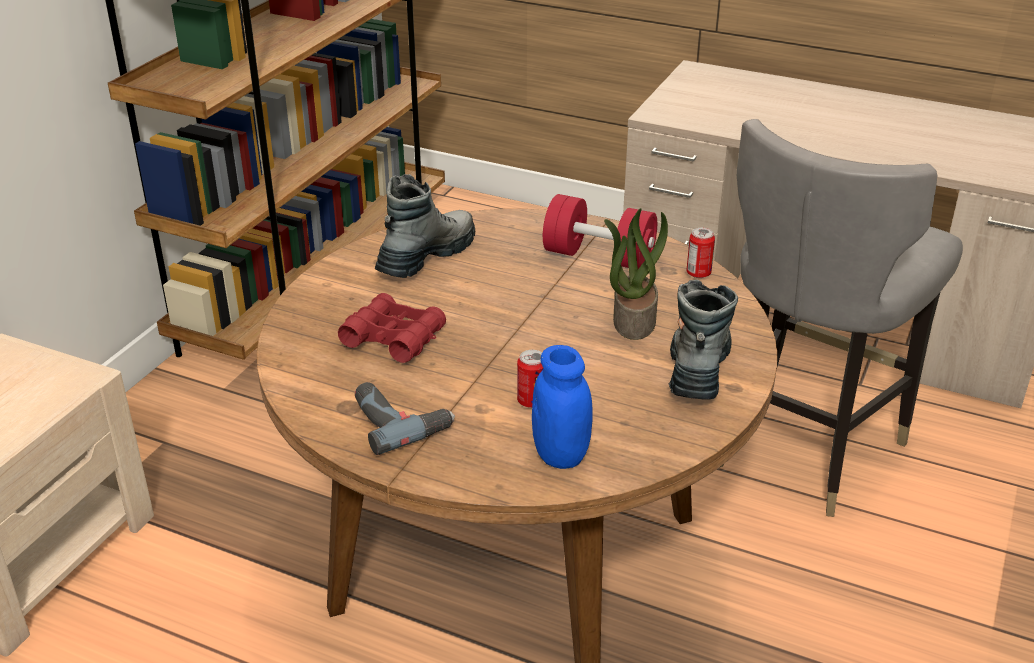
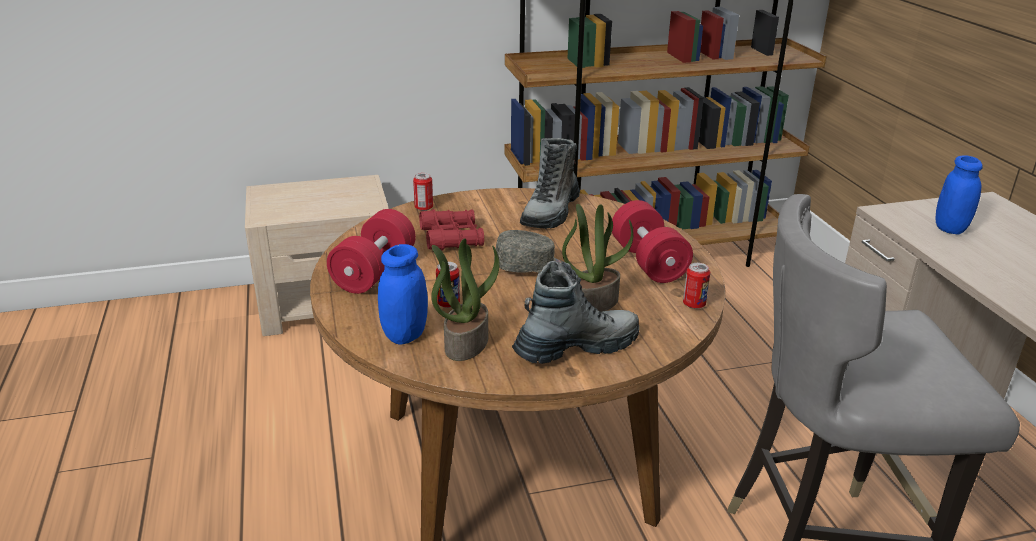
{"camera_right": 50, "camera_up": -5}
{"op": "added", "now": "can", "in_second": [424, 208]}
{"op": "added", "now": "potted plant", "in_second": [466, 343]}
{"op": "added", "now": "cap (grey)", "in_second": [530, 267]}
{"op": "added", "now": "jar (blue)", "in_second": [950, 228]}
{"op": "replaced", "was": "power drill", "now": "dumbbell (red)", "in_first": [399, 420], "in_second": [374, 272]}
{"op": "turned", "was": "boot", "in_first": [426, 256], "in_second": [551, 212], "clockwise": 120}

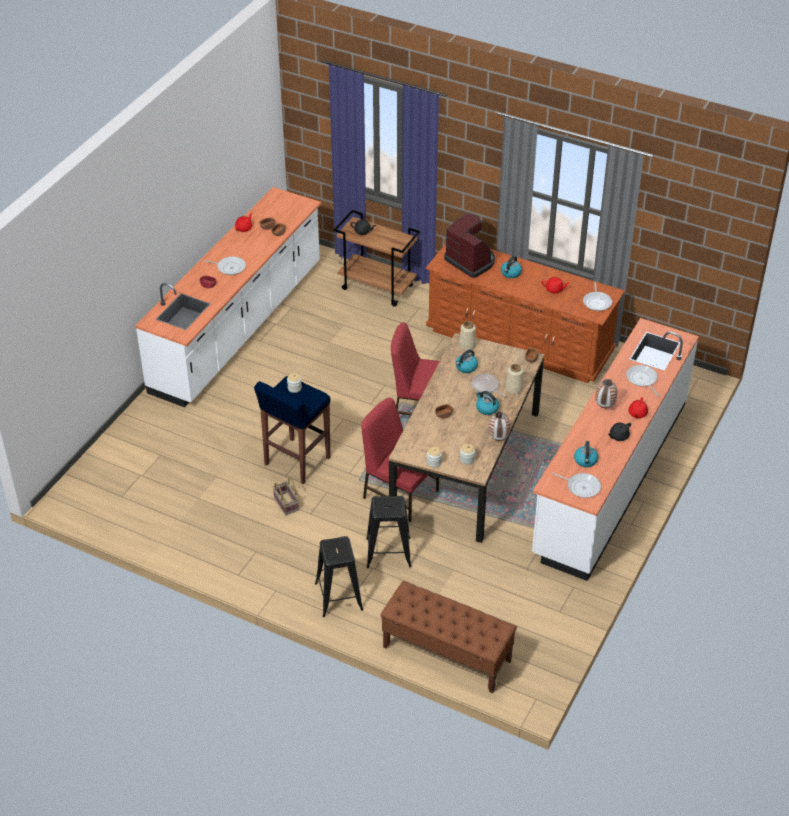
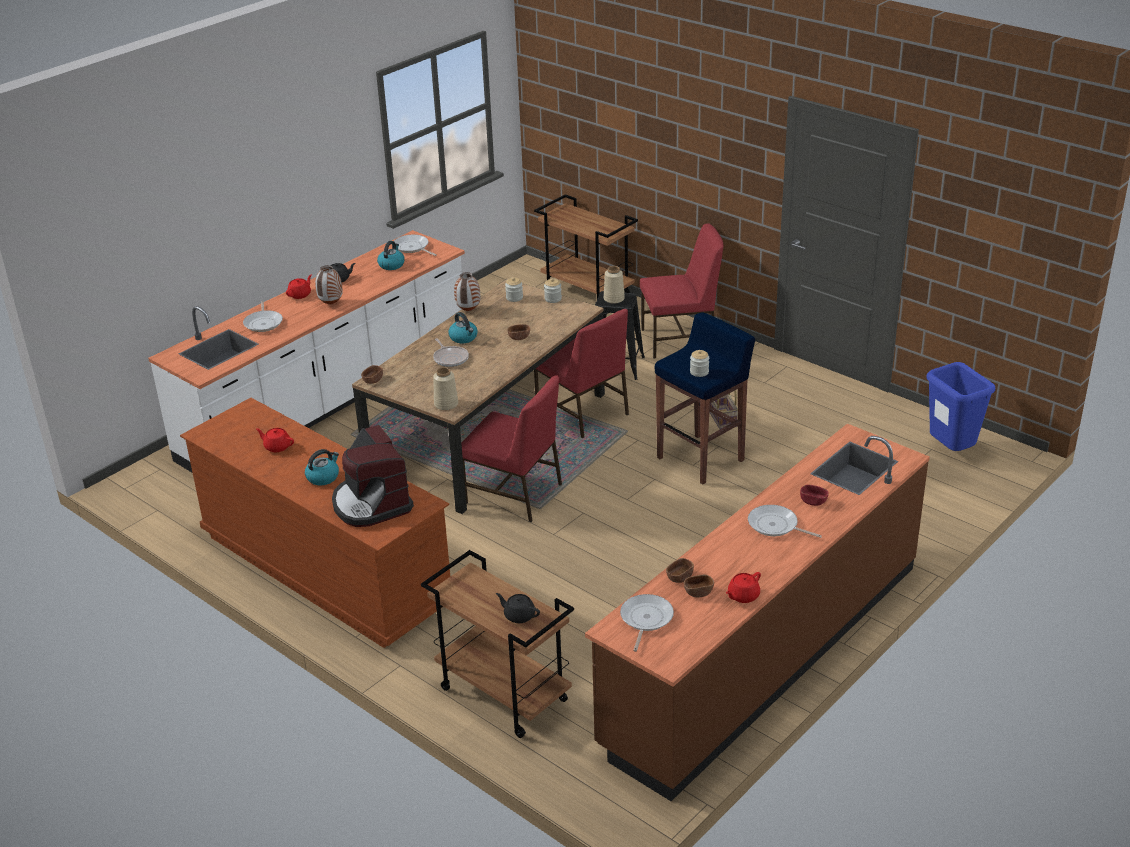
{"camera_right": -165, "camera_up": -10}
{"op": "removed", "was": "kettle", "in_first": [466, 367]}
{"op": "added", "now": "trash can (blue)", "in_second": [951, 452]}
{"op": "moved", "was": "vase (beige)", "in_first": [513, 388], "in_second": [614, 299]}
{"op": "moved", "was": "frying pan", "in_first": [597, 302], "in_second": [645, 619]}
{"op": "replaced", "was": "stool (black)", "now": "chair (red)", "in_first": [338, 596], "in_second": [680, 340]}
{"op": "replaced", "was": "bench (brown)", "now": "cart (brown)", "in_first": [446, 654], "in_second": [588, 294]}
{"op": "recoloured", "was": "counter (white)", "now": "counter (brown)", "in_first": [238, 328], "in_second": [763, 653]}

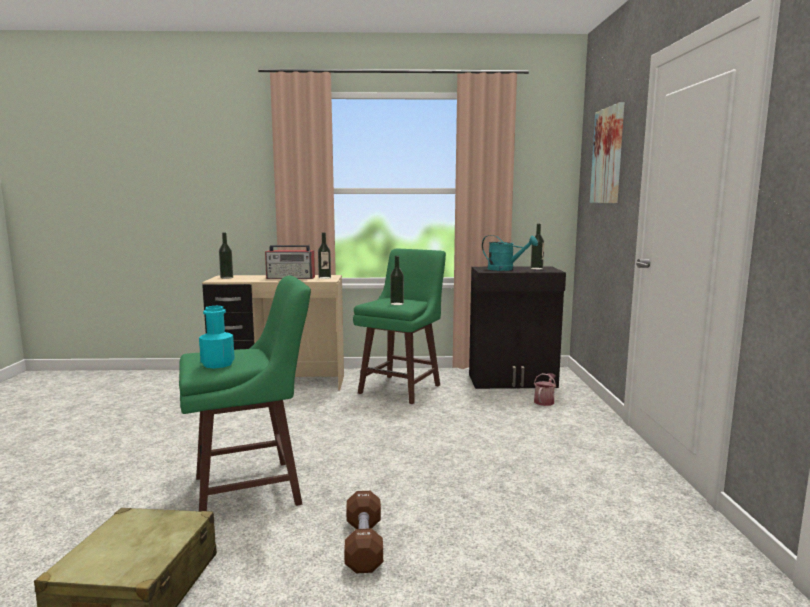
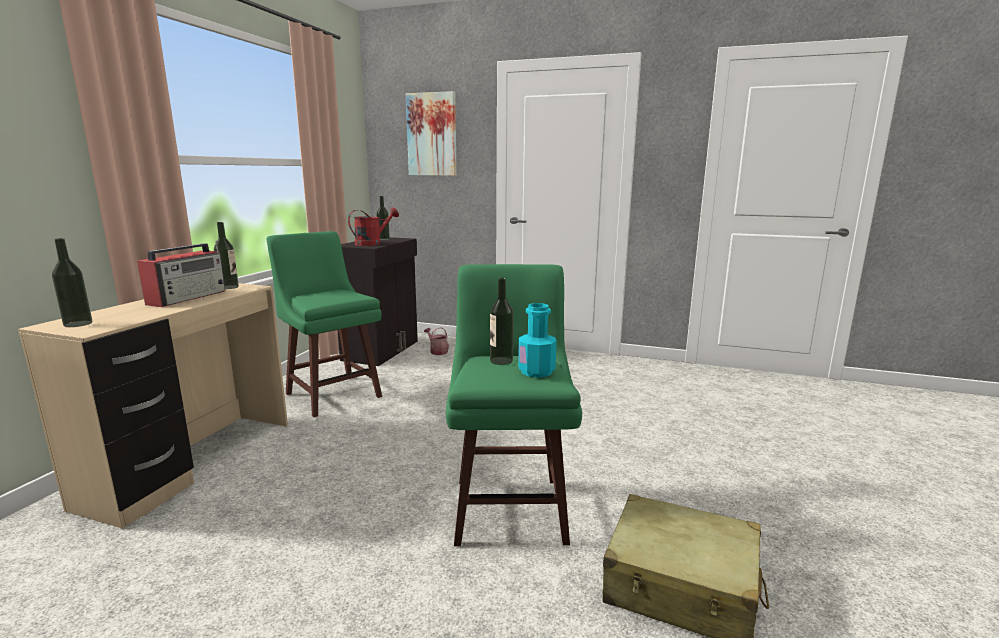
{"camera_right": -70, "camera_up": 5}
{"op": "removed", "was": "dumbbell (brown)", "in_first": [364, 545]}
{"op": "moved", "was": "bottle", "in_first": [397, 304], "in_second": [501, 361]}
{"op": "recoloured", "was": "watering can (turquoise)", "now": "watering can (red)", "in_first": [505, 269], "in_second": [372, 243]}

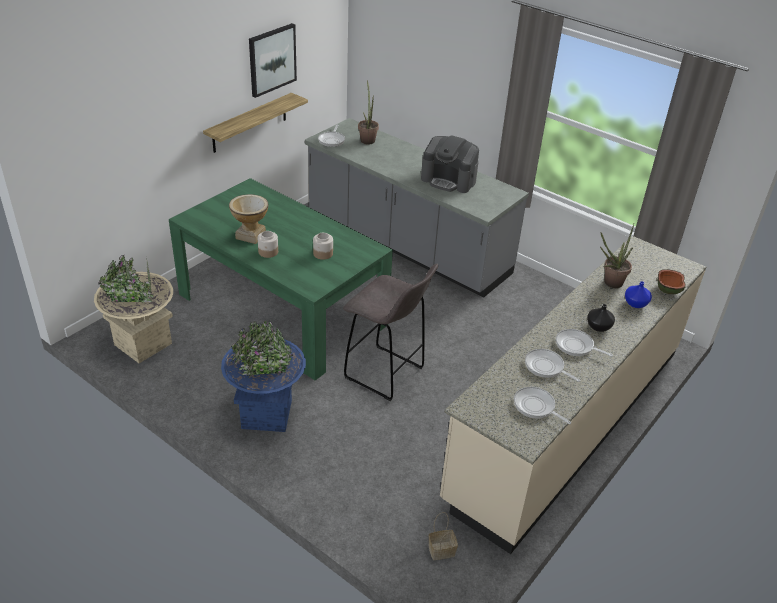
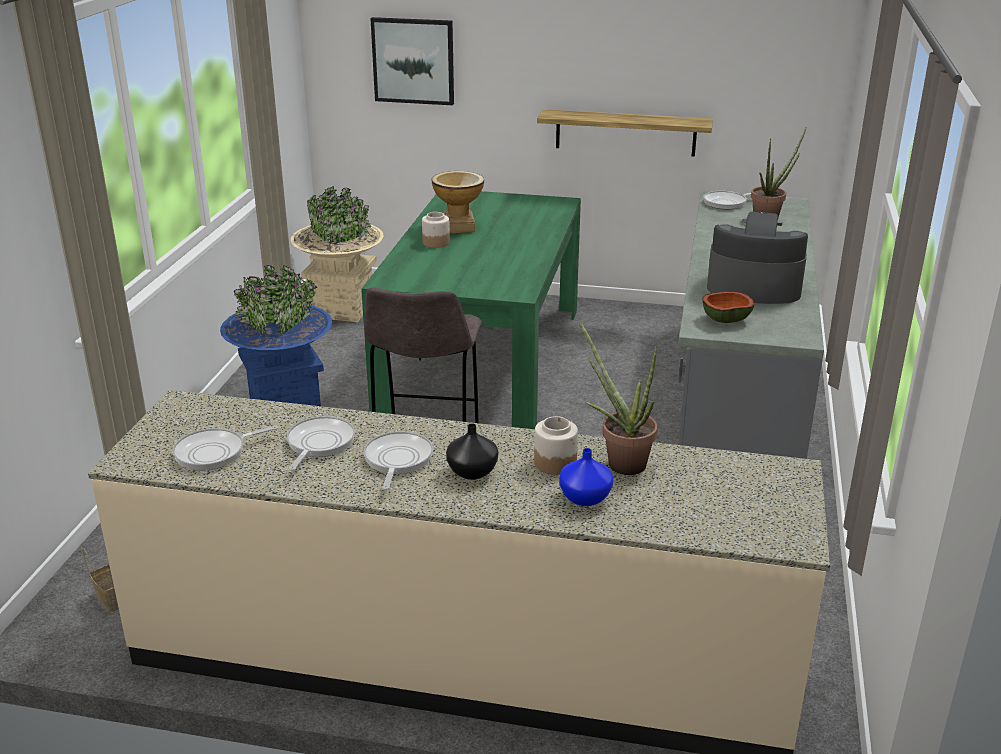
{"camera_right": 65, "camera_up": -10}
{"op": "moved", "was": "picture", "in_first": [272, 59], "in_second": [413, 61]}
{"op": "moved", "was": "jar", "in_first": [322, 253], "in_second": [555, 462]}
{"op": "moved", "was": "bowl", "in_first": [668, 290], "in_second": [726, 320]}
{"op": "turned", "was": "coffee machine", "in_first": [449, 180], "in_second": [753, 287], "clockwise": 105}
{"op": "turned", "was": "frying pan", "in_first": [536, 407], "in_second": [214, 453], "clockwise": -135}

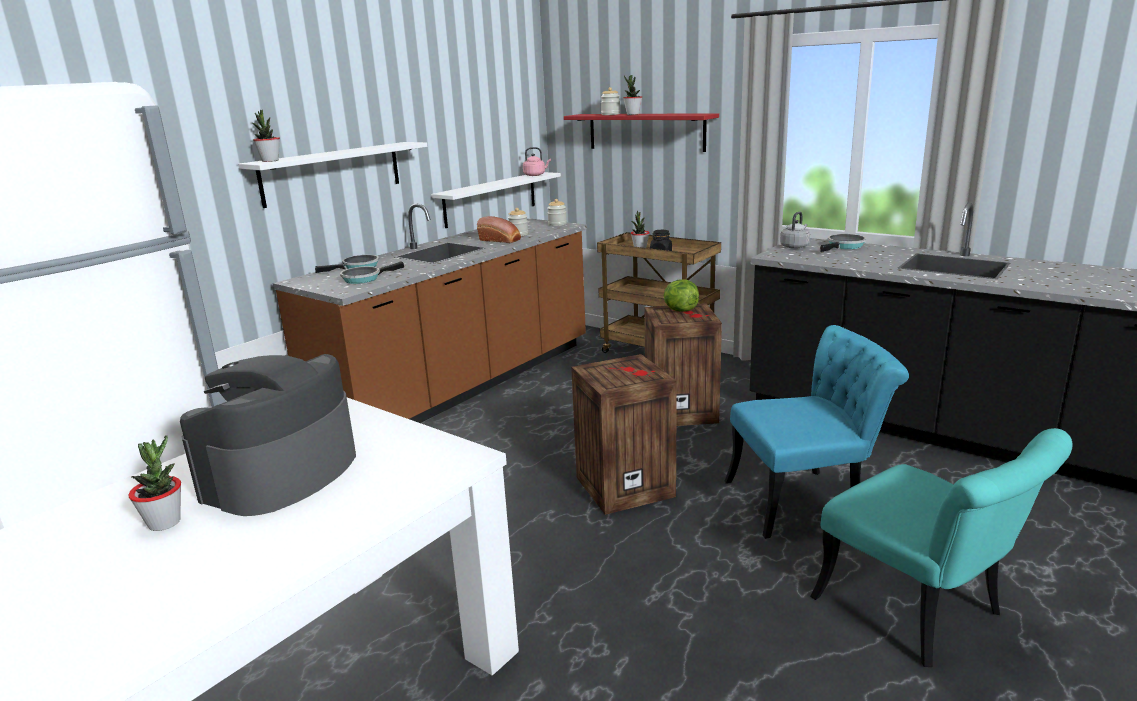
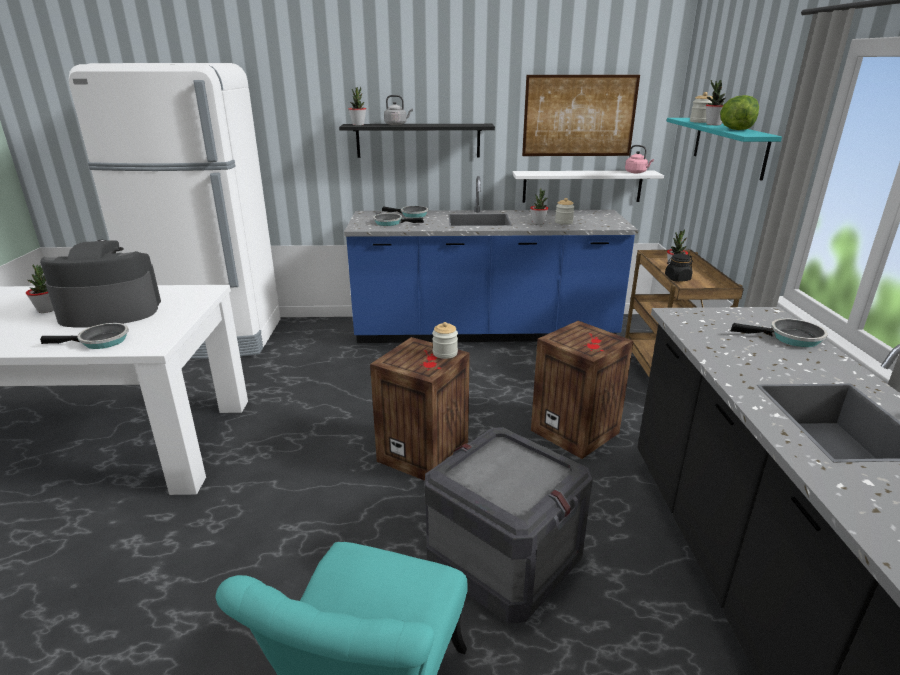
{"camera_right": 50, "camera_up": 5}
{"op": "added", "now": "frying pan", "in_second": [100, 341]}
{"op": "added", "now": "picture", "in_second": [579, 116]}
{"op": "moved", "was": "jar", "in_first": [557, 224], "in_second": [445, 353]}
{"op": "moved", "was": "lettuce", "in_first": [680, 310], "in_second": [736, 129]}
{"op": "moved", "was": "kettle (grey)", "in_first": [795, 246], "in_second": [397, 124]}
{"op": "replaced", "was": "bread", "now": "potted plant", "in_first": [501, 240], "in_second": [538, 223]}
{"op": "replaced", "was": "chair (turquoise)", "now": "crate", "in_first": [806, 500], "in_second": [503, 561]}
{"op": "recoloured", "was": "shelf (white)", "now": "shelf (black)", "in_first": [332, 173], "in_second": [418, 140]}
{"op": "recoloured", "was": "counter (brown)", "now": "counter (blue)", "in_first": [463, 386], "in_second": [485, 332]}
{"op": "recoloured", "was": "shelf (red)", "now": "shelf (turquoise)", "in_first": [645, 132], "in_second": [728, 146]}

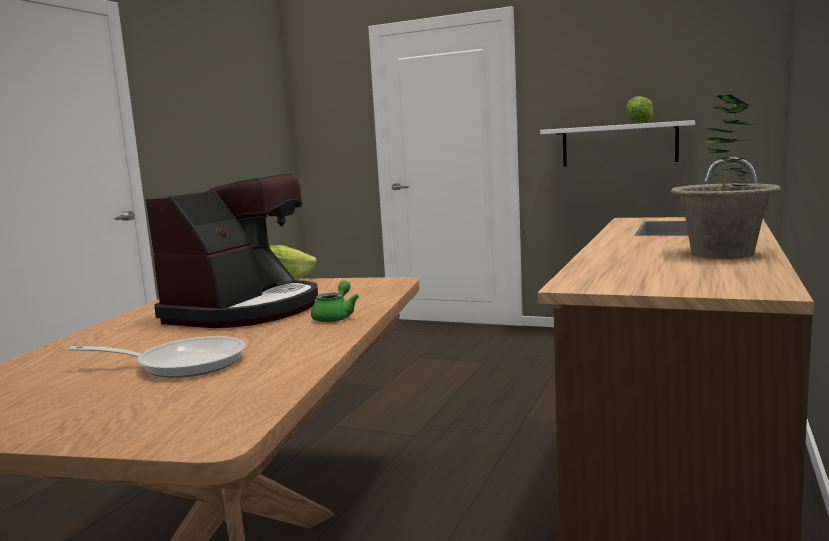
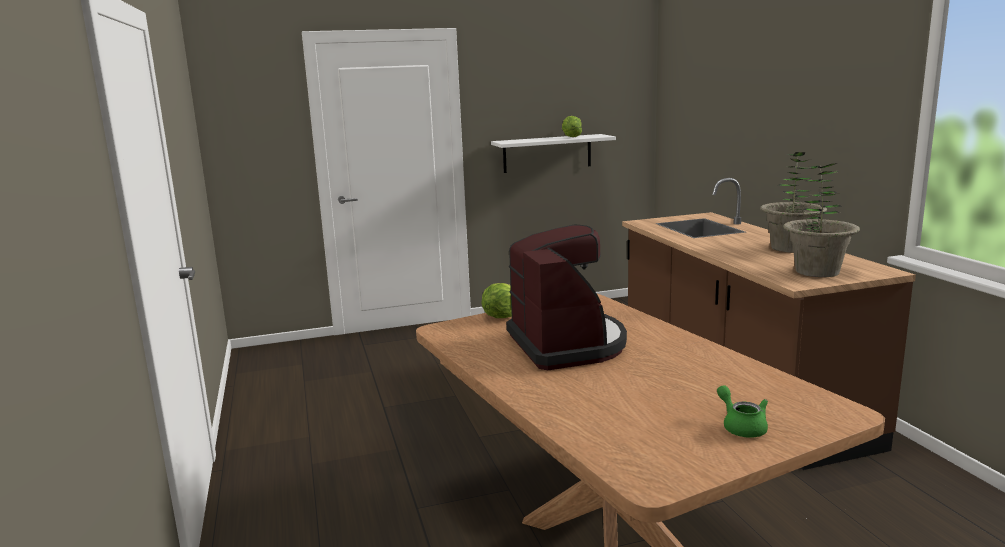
{"camera_right": -40, "camera_up": 5}
{"op": "removed", "was": "frying pan", "in_first": [183, 364]}
{"op": "added", "now": "potted plant", "in_second": [817, 271]}
{"op": "moved", "was": "teapot (green)", "in_first": [336, 317], "in_second": [741, 427]}

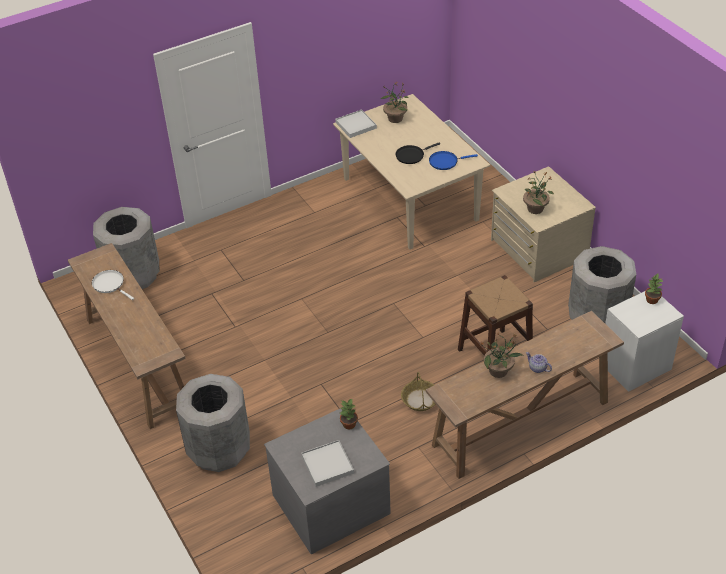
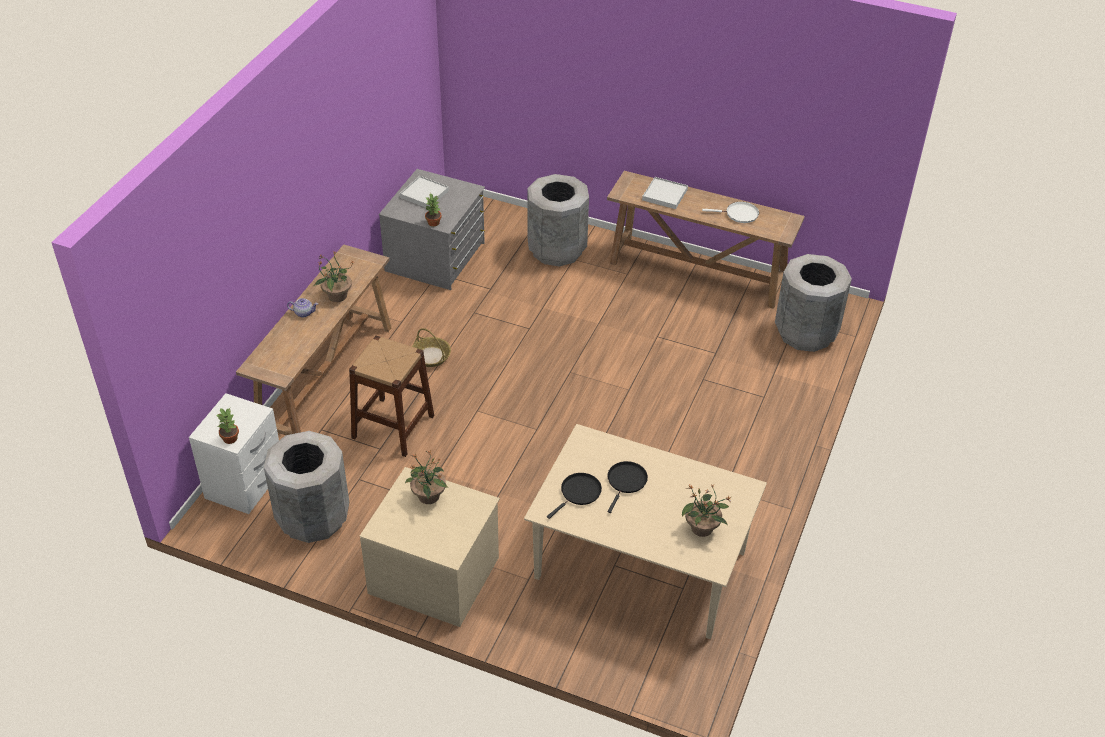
{"camera_right": 140, "camera_up": 0}
{"op": "moved", "was": "tray (white)", "in_first": [356, 125], "in_second": [664, 195]}
{"op": "recoloured", "was": "frying pan (blue)", "now": "frying pan (black)", "in_first": [445, 162], "in_second": [579, 493]}

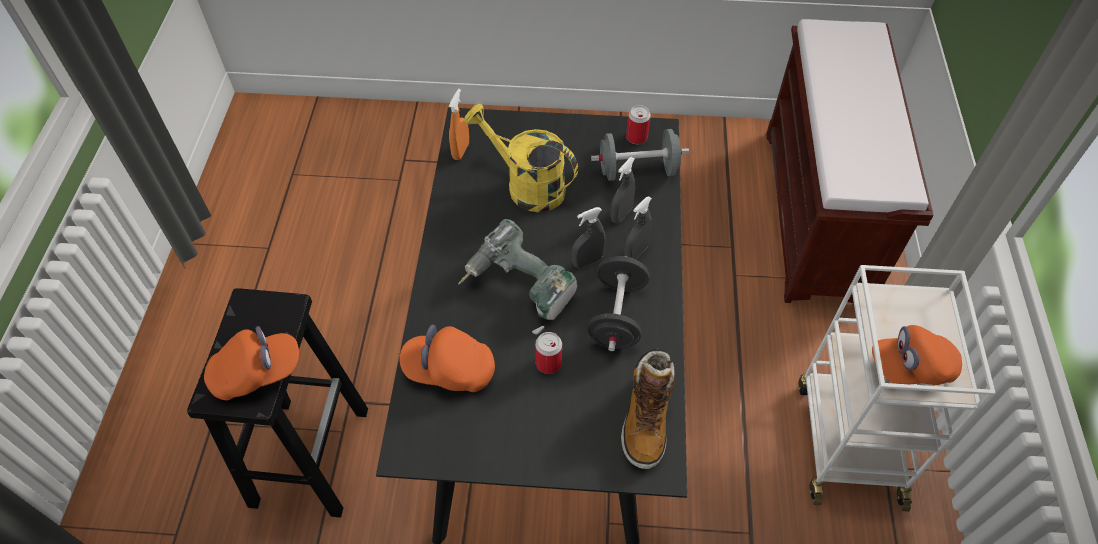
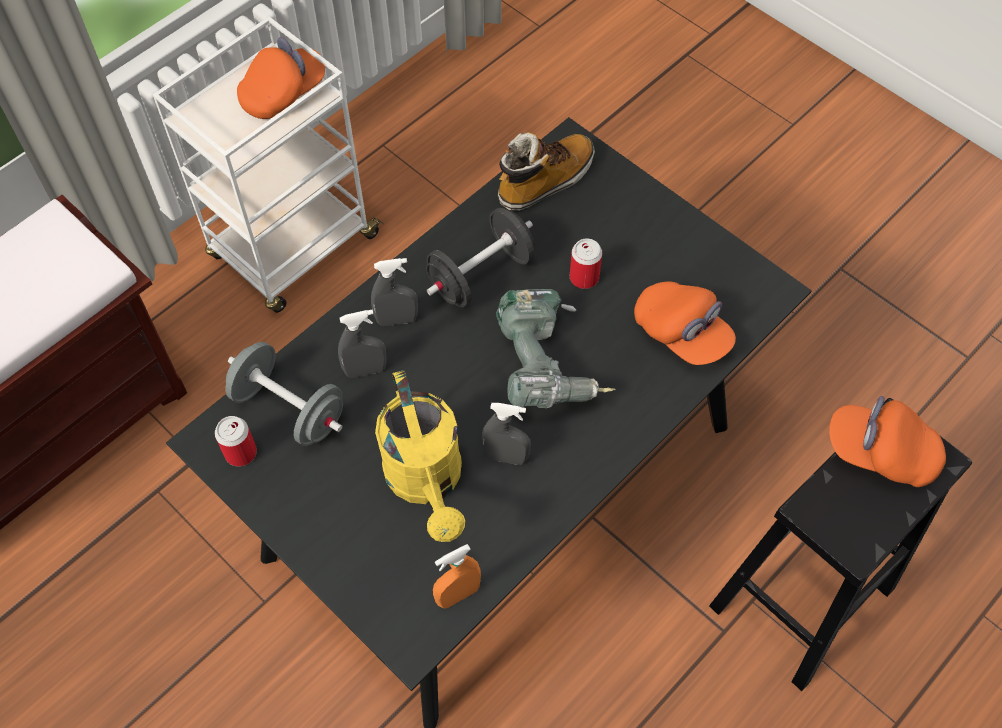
{"camera_right": -140, "camera_up": 5}
{"op": "moved", "was": "spray bottle (grey)", "in_first": [587, 261], "in_second": [506, 457]}
{"op": "turned", "was": "cap (orange)", "in_first": [910, 367], "in_second": [283, 93], "clockwise": -75}

